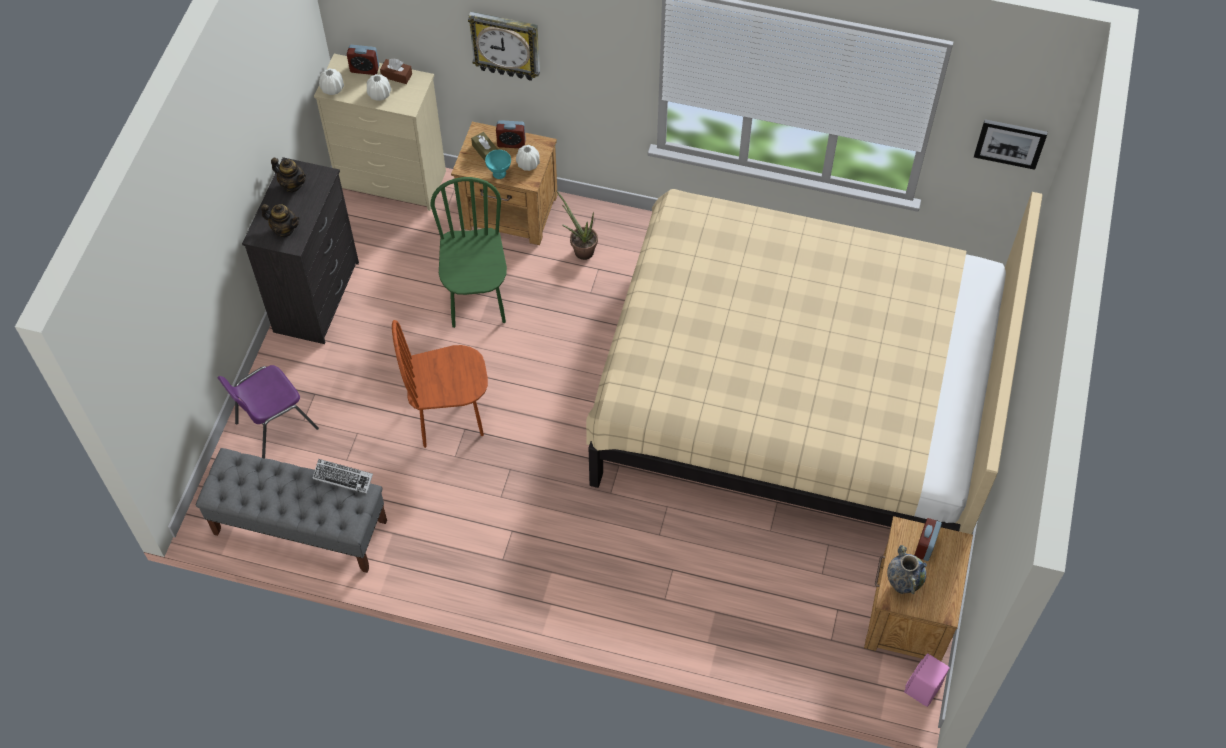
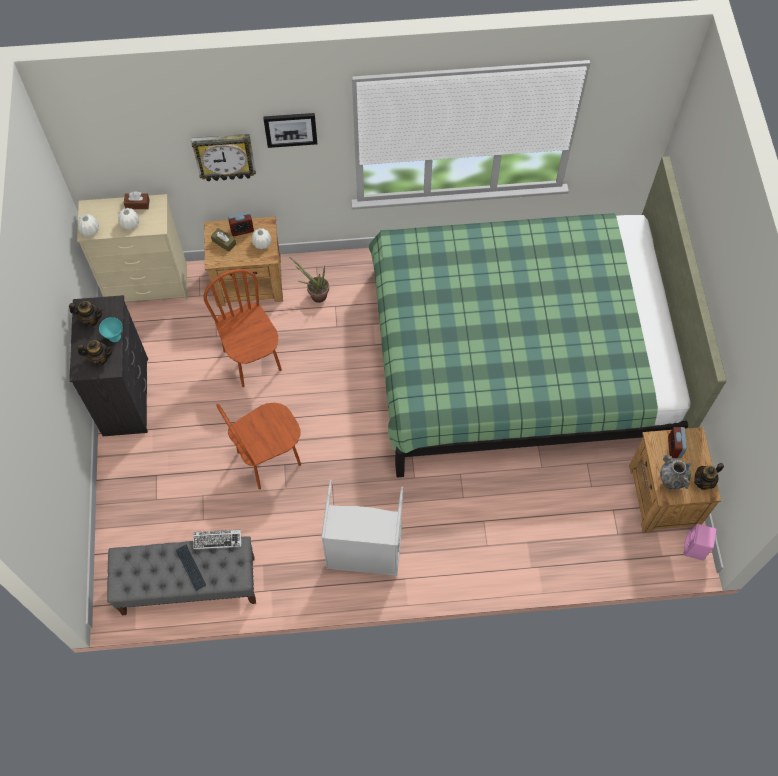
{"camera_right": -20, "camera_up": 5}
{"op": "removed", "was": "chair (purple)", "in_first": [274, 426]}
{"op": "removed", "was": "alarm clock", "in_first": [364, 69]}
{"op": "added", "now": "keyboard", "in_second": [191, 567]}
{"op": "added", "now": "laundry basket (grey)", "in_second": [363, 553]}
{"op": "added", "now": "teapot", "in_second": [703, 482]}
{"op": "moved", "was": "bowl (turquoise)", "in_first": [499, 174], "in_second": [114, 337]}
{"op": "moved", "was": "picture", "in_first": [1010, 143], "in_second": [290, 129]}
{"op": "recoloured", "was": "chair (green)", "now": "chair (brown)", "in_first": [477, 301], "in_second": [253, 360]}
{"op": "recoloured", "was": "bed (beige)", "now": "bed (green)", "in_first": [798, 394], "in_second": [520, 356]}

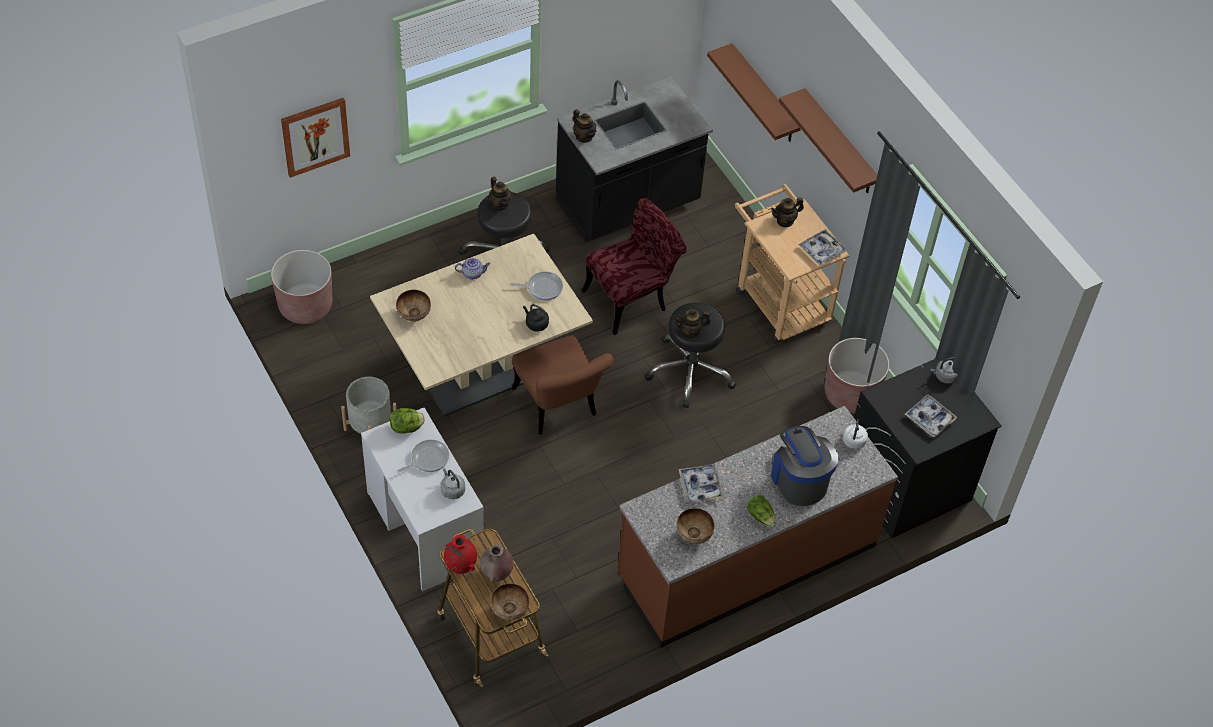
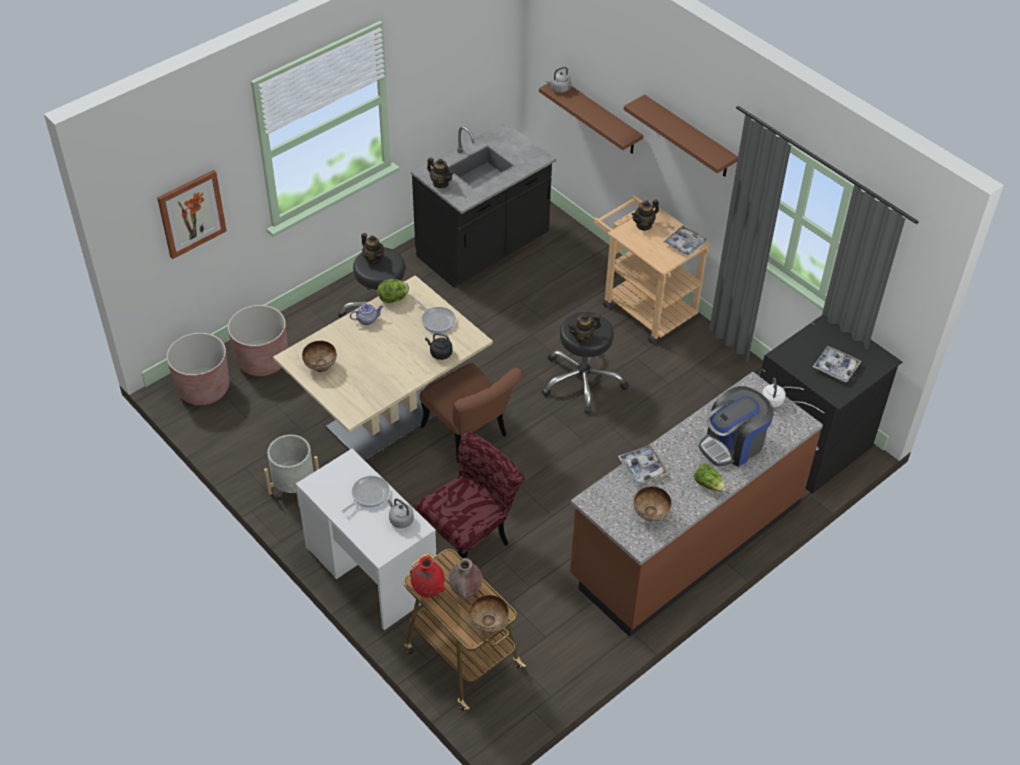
{"camera_right": -10, "camera_up": -5}
{"op": "moved", "was": "lettuce", "in_first": [407, 428], "in_second": [393, 299]}
{"op": "moved", "was": "chair (red)", "in_first": [632, 298], "in_second": [470, 537]}
{"op": "moved", "was": "planter (brown)", "in_first": [850, 394], "in_second": [262, 360]}
{"op": "moved", "was": "kettle (grey)", "in_first": [944, 376], "in_second": [559, 89]}
{"op": "turned", "was": "frying pan", "in_first": [542, 288], "in_second": [437, 320], "clockwise": 60}
{"op": "turned", "was": "coffee machine", "in_first": [799, 479], "in_second": [733, 444], "clockwise": -90}

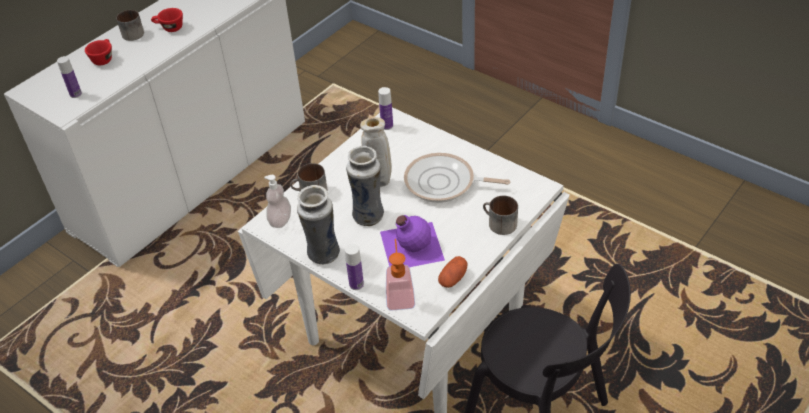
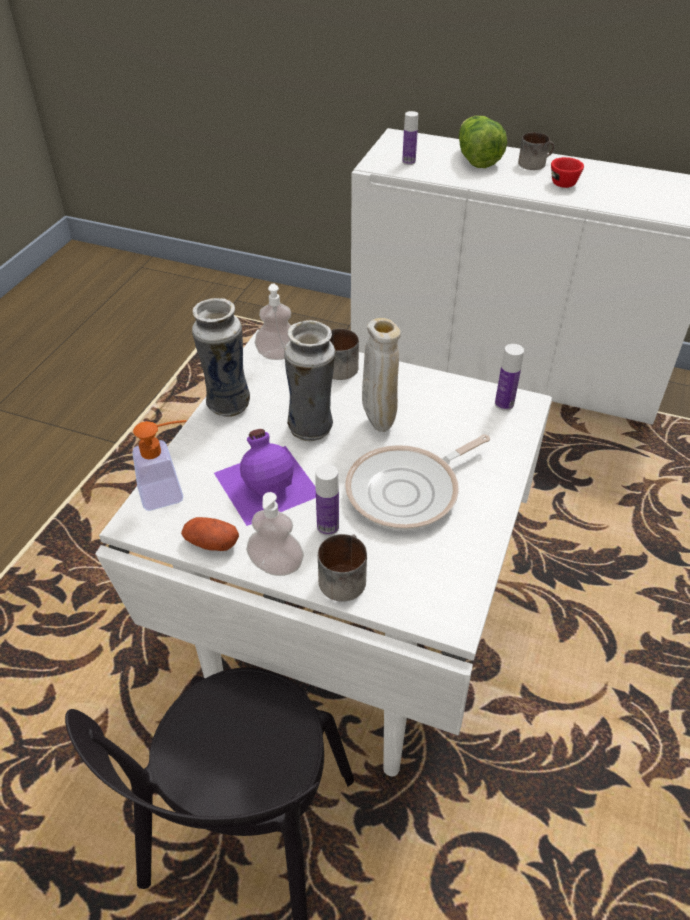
{"camera_right": 70, "camera_up": 0}
{"op": "added", "now": "soap dispenser", "in_second": [276, 565]}
{"op": "moved", "was": "bottle", "in_first": [356, 284], "in_second": [328, 527]}
{"op": "replaced", "was": "cup (red)", "now": "lettuce", "in_first": [103, 58], "in_second": [476, 160]}
{"op": "turned", "was": "frying pan", "in_first": [443, 183], "in_second": [408, 491], "clockwise": -120}

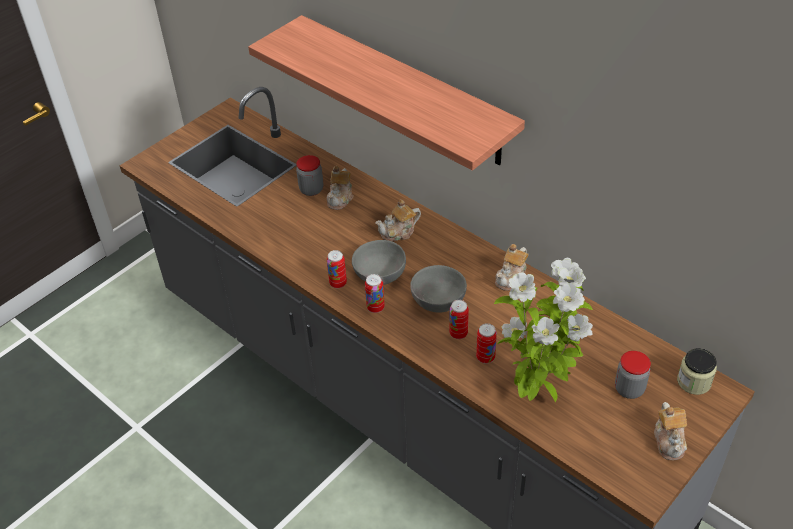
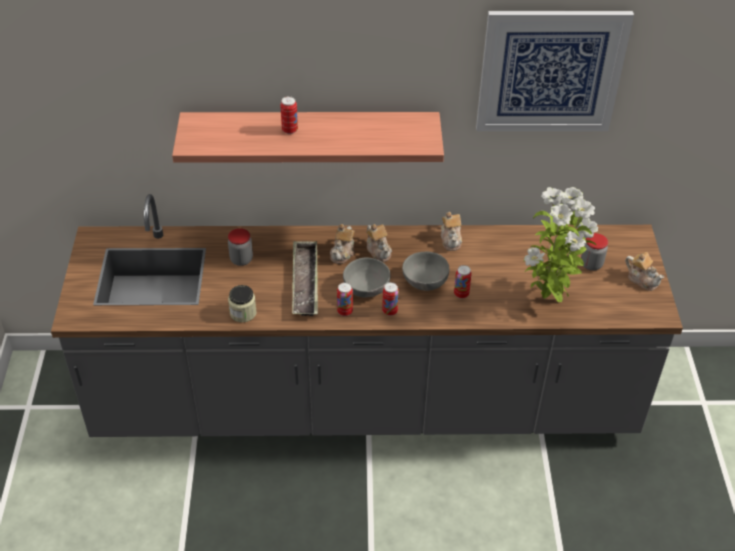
{"camera_right": -45, "camera_up": 0}
{"op": "added", "now": "tray", "in_second": [305, 282]}
{"op": "added", "now": "picture", "in_second": [550, 71]}
{"op": "moved", "was": "teapot", "in_first": [340, 198], "in_second": [378, 251]}
{"op": "moved", "was": "can", "in_first": [485, 357], "in_second": [290, 130]}
{"op": "moved", "was": "jar", "in_first": [694, 382], "in_second": [243, 313]}

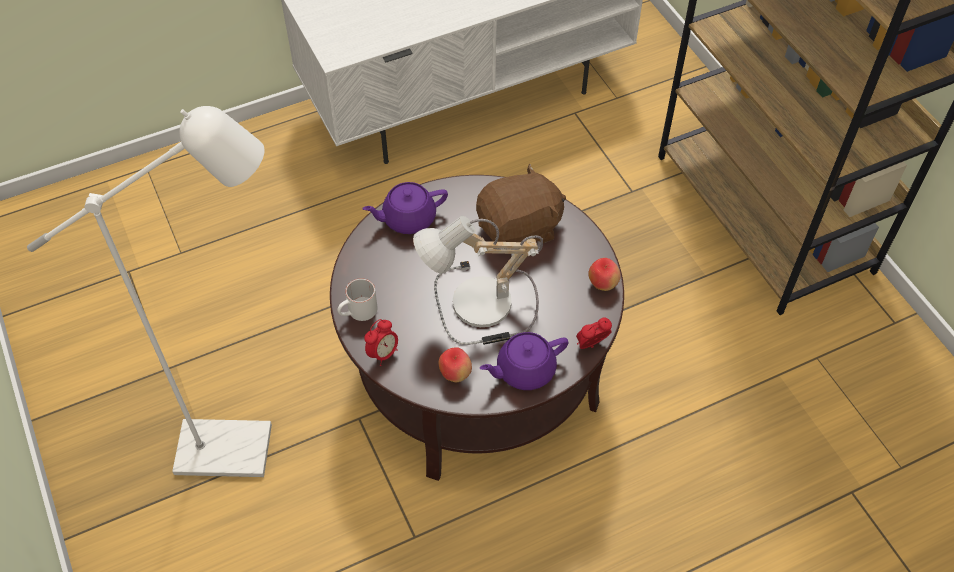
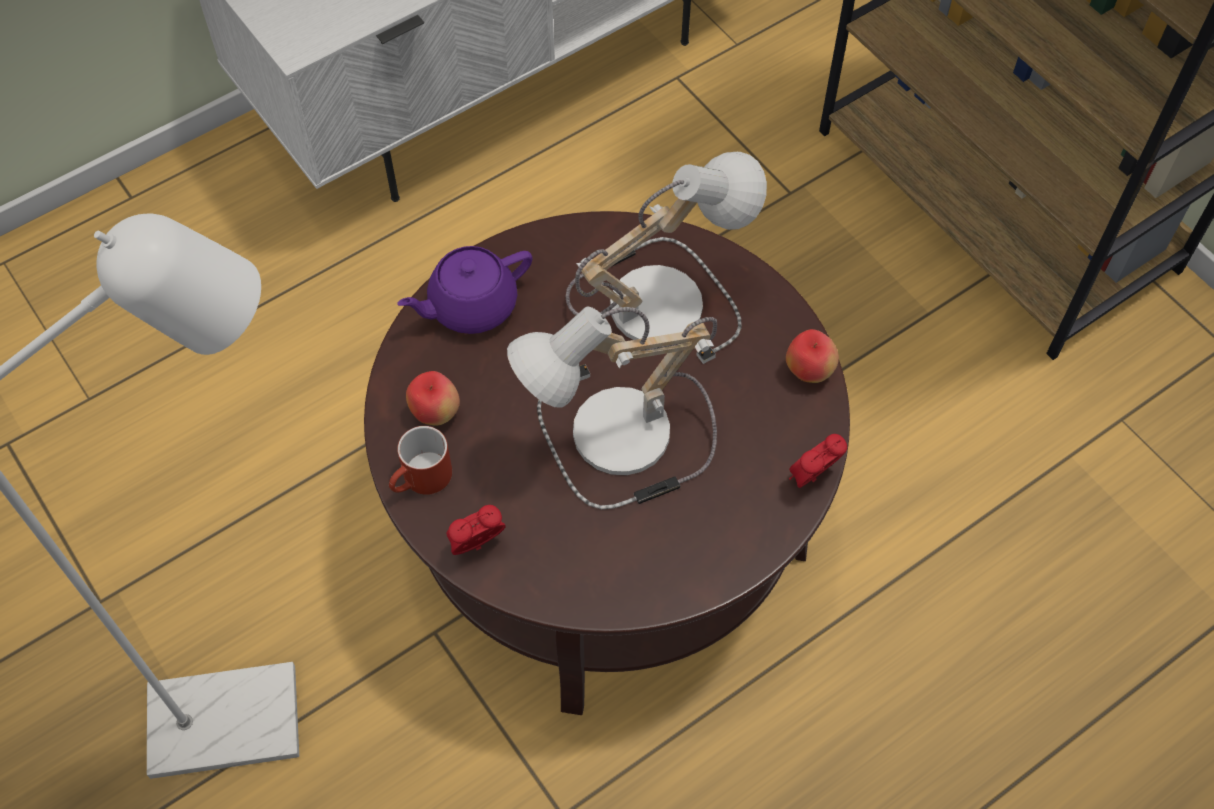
{"camera_right": -10, "camera_up": 5}
{"op": "removed", "was": "teapot (purple)", "in_first": [524, 370]}
{"op": "moved", "was": "apple", "in_first": [455, 374], "in_second": [435, 413]}
{"op": "replaced", "was": "plush toy (brown)", "now": "table lamp", "in_first": [519, 229], "in_second": [656, 297]}
{"op": "recoloured", "was": "mug (white)", "now": "mug (red)", "in_first": [358, 313], "in_second": [422, 481]}
{"op": "turned", "was": "alarm clock", "in_first": [383, 353], "in_second": [477, 546], "clockwise": -150}

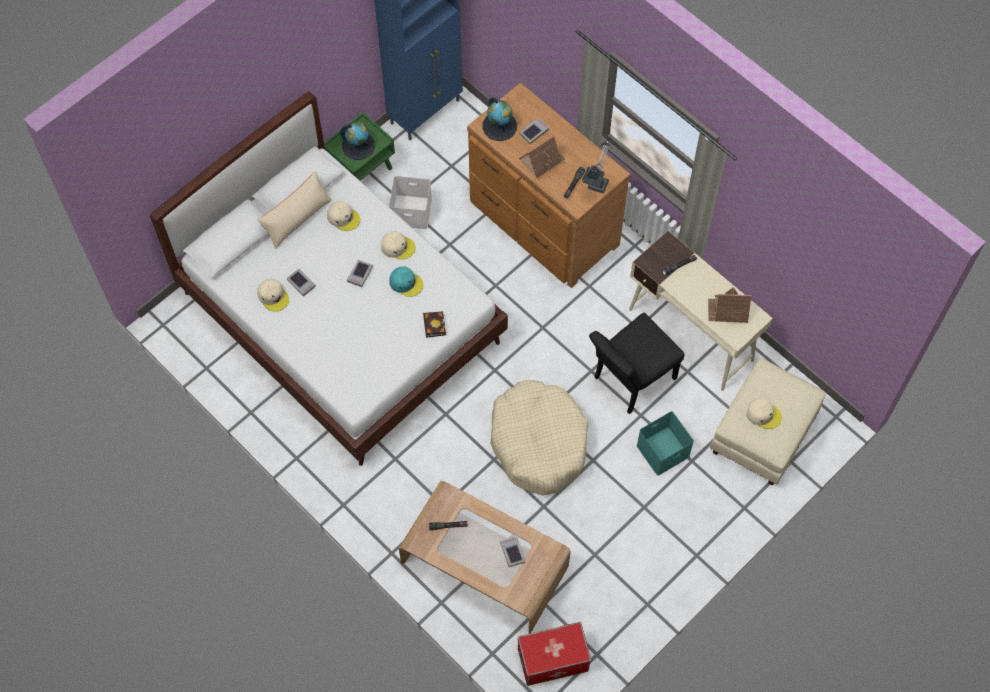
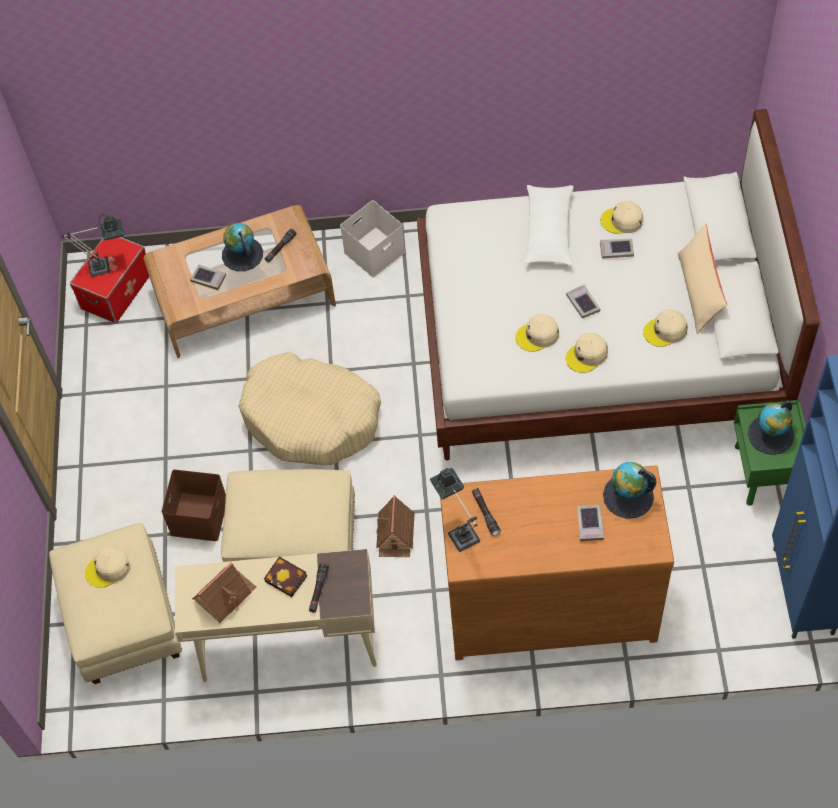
{"camera_right": 135, "camera_up": -5}
{"op": "added", "now": "table lamp", "in_second": [105, 266]}
{"op": "added", "now": "globe", "in_second": [242, 254]}
{"op": "added", "now": "pillow (white)", "in_second": [549, 231]}
{"op": "moved", "was": "storage box (white)", "in_first": [410, 213], "in_second": [374, 251]}
{"op": "moved", "was": "book", "in_first": [433, 324], "in_second": [288, 579]}
{"op": "moved", "was": "toy house", "in_first": [542, 160], "in_second": [395, 535]}
{"op": "replaced", "was": "chair (black)", "now": "ottoman (beige)", "in_first": [629, 381], "in_second": [295, 544]}
{"op": "recoloured", "was": "cap (turquoise)", "now": "cap (beige)", "in_first": [406, 283], "in_second": [537, 336]}
{"op": "recoloured", "was": "storage box (turquoise)", "now": "storage box (brown)", "in_first": [662, 452], "in_second": [198, 515]}

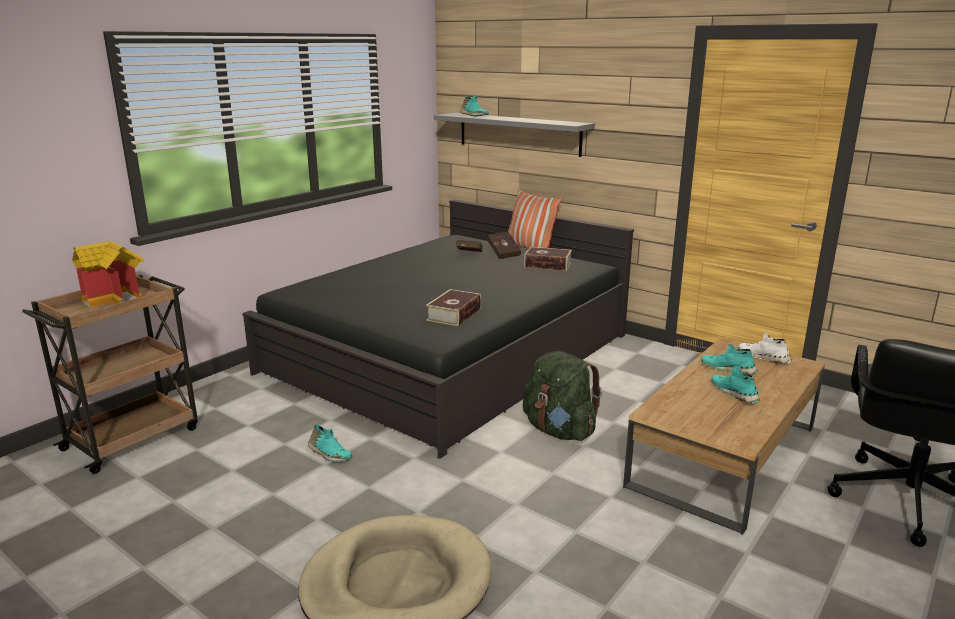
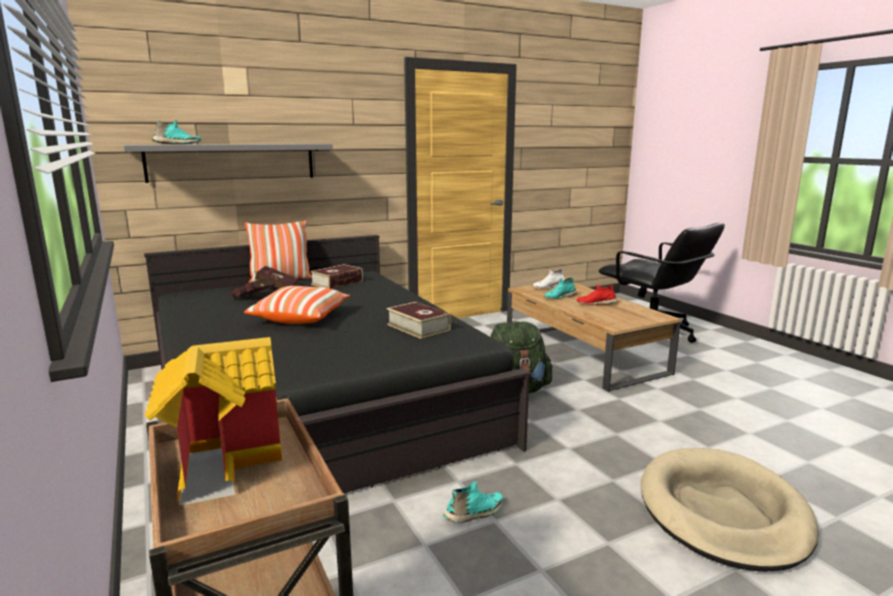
{"camera_right": -65, "camera_up": -5}
{"op": "added", "now": "pillow", "in_second": [300, 317]}
{"op": "recoloured", "was": "shoe (turquoise)", "now": "shoe (red)", "in_first": [734, 393], "in_second": [596, 304]}

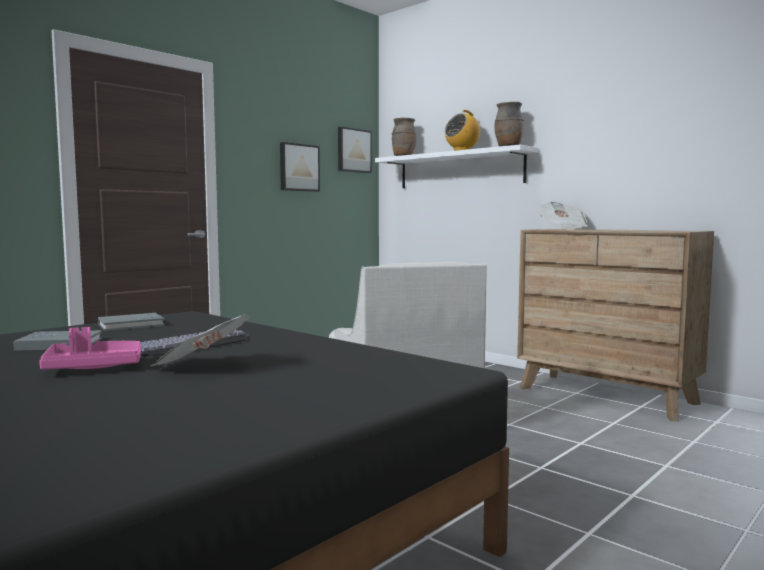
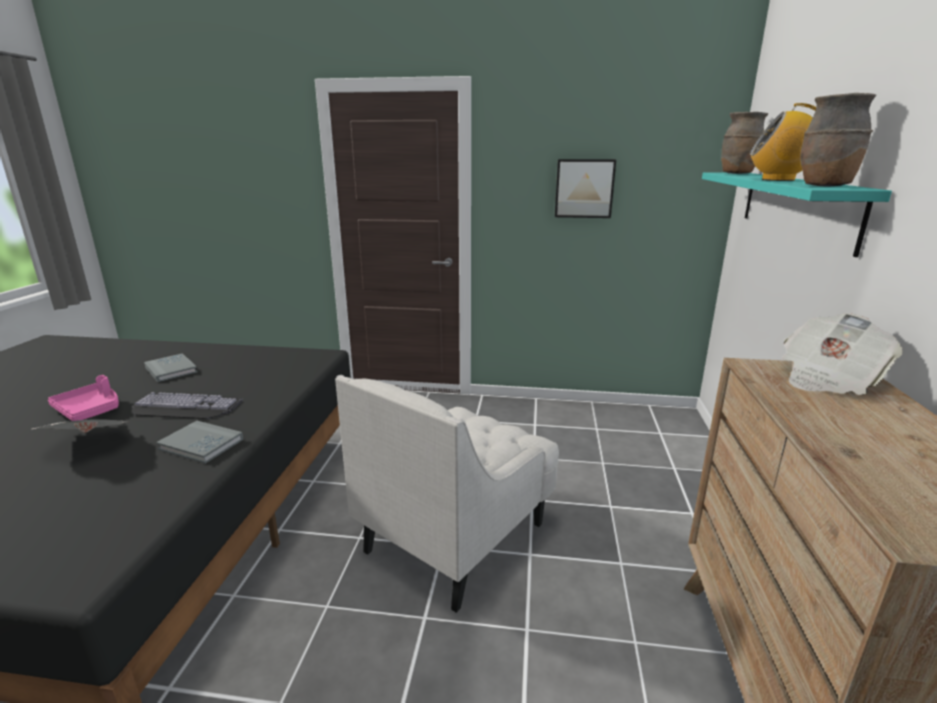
{"camera_right": 55, "camera_up": 15}
{"op": "removed", "was": "picture", "in_first": [353, 150]}
{"op": "moved", "was": "book (grey)", "in_first": [131, 325], "in_second": [201, 444]}
{"op": "recoloured", "was": "shelf (white)", "now": "shelf (turquoise)", "in_first": [459, 170], "in_second": [795, 206]}

